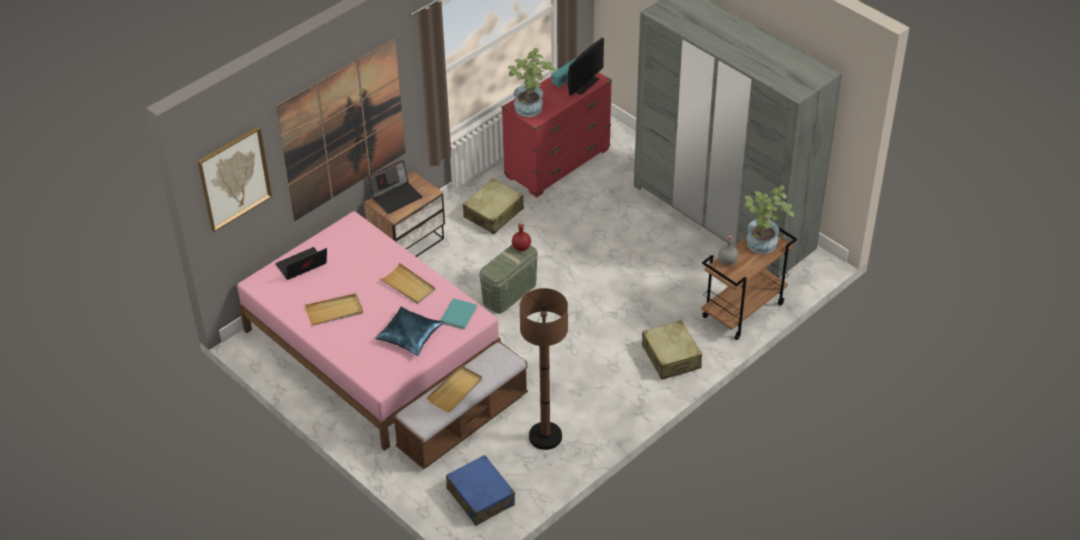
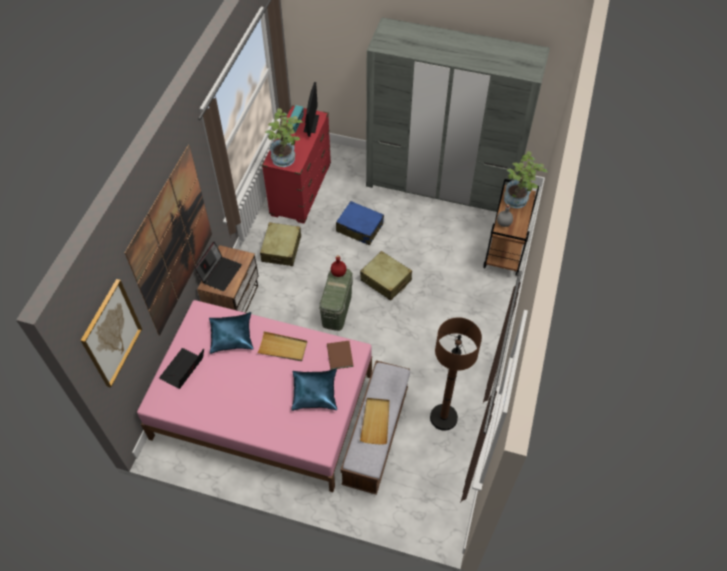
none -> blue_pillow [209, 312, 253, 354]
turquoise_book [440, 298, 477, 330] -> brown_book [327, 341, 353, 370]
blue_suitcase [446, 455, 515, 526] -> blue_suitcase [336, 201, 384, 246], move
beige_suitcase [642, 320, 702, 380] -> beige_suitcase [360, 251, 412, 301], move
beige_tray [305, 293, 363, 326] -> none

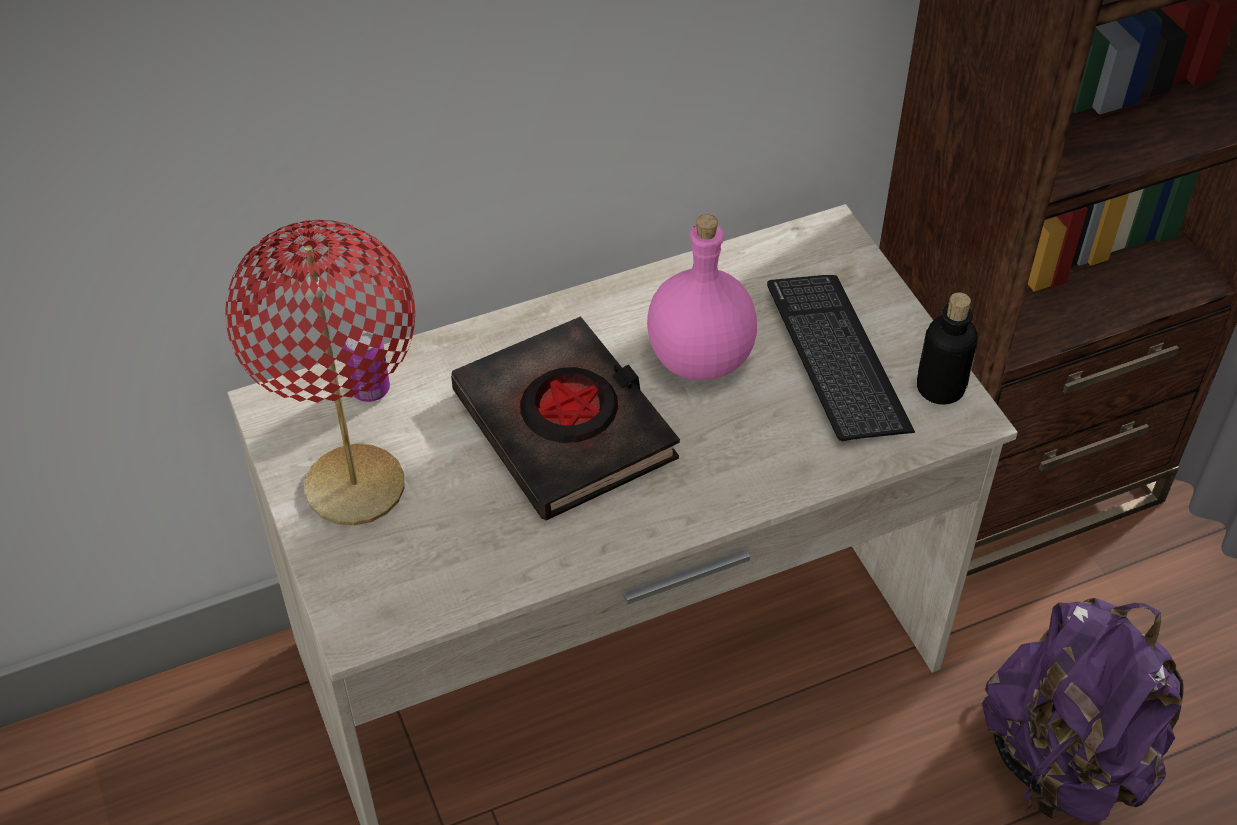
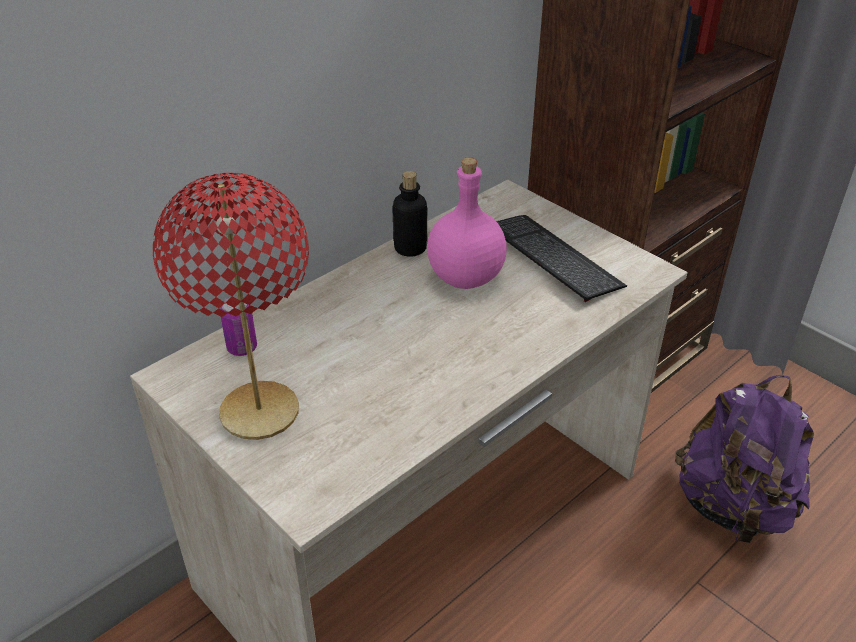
bottle [917, 292, 978, 405] -> bottle [392, 171, 428, 257], move
black_book [451, 316, 680, 521] -> none

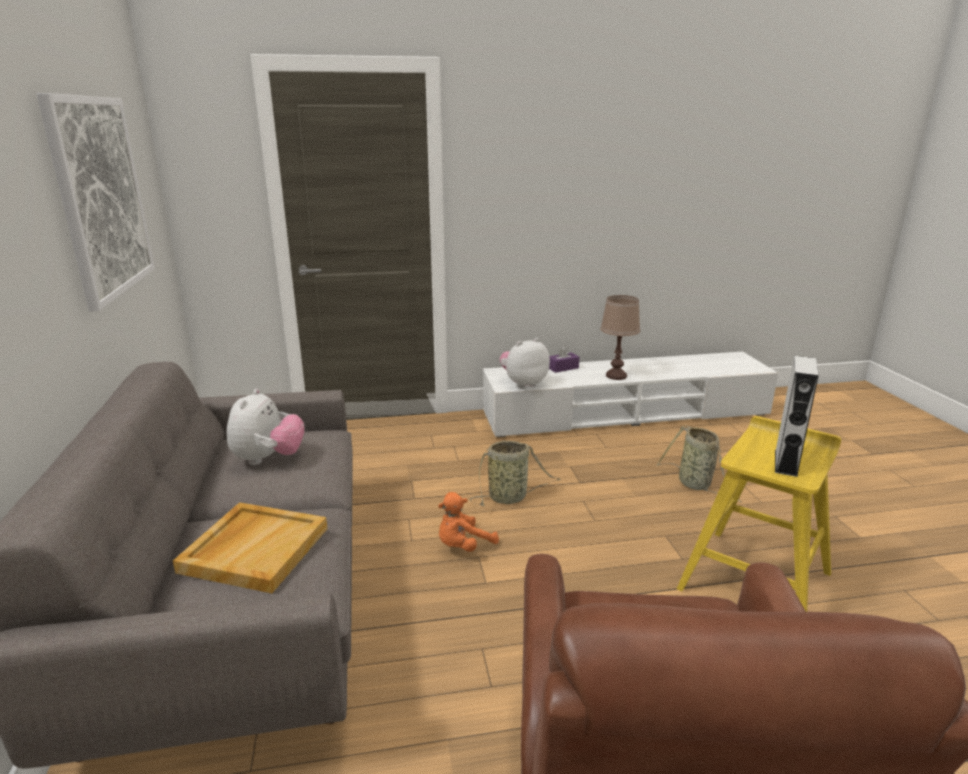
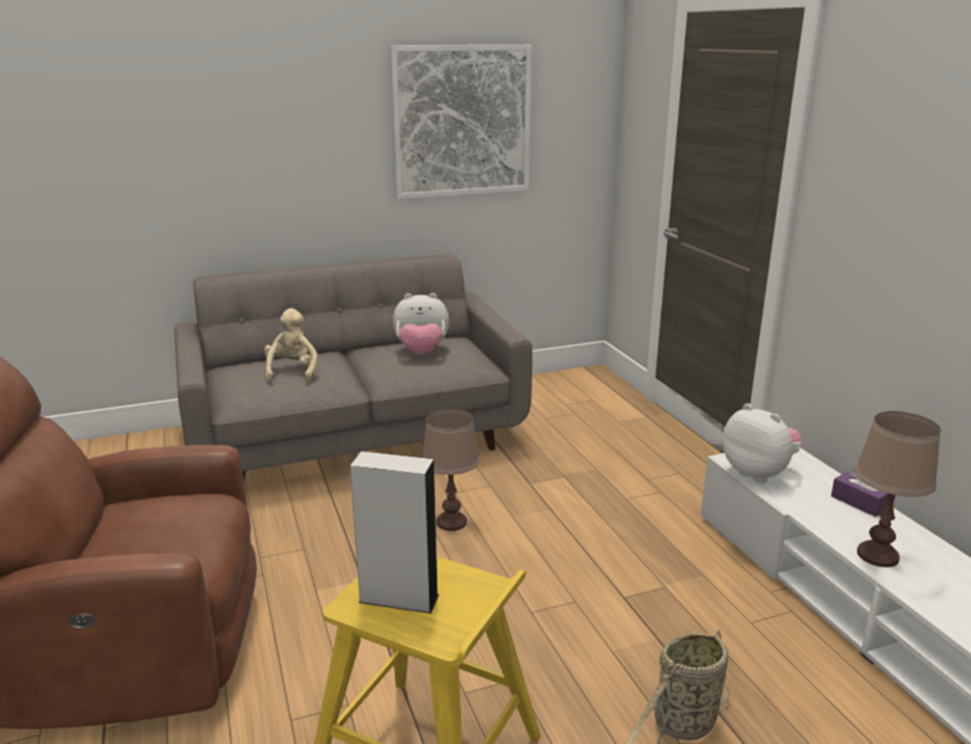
beige_tray [173, 502, 327, 593] -> beige_plush_toy [264, 308, 317, 383]
orange_plush_toy [438, 492, 499, 552] -> brown_table_lamp [422, 409, 479, 531]
basket [470, 441, 561, 506] -> none

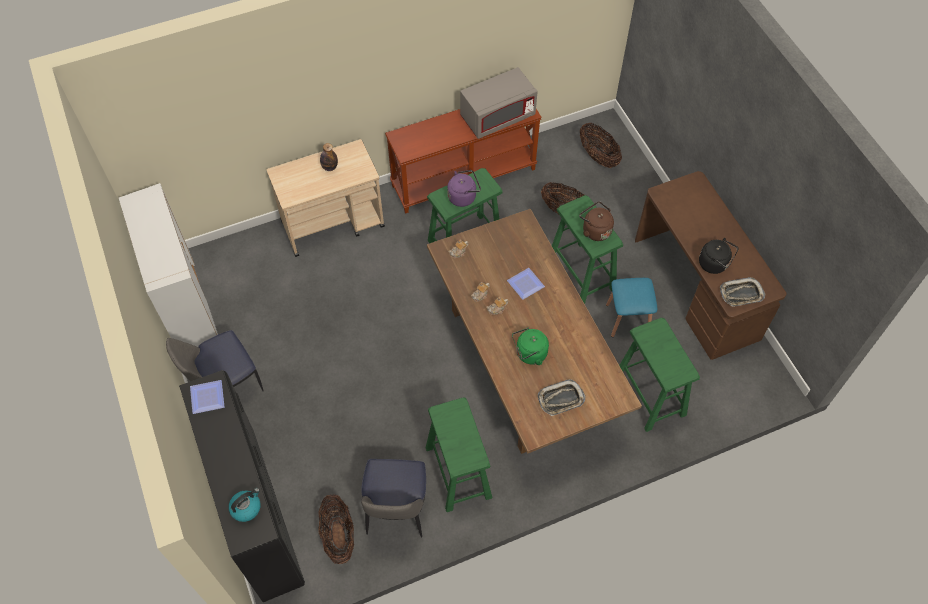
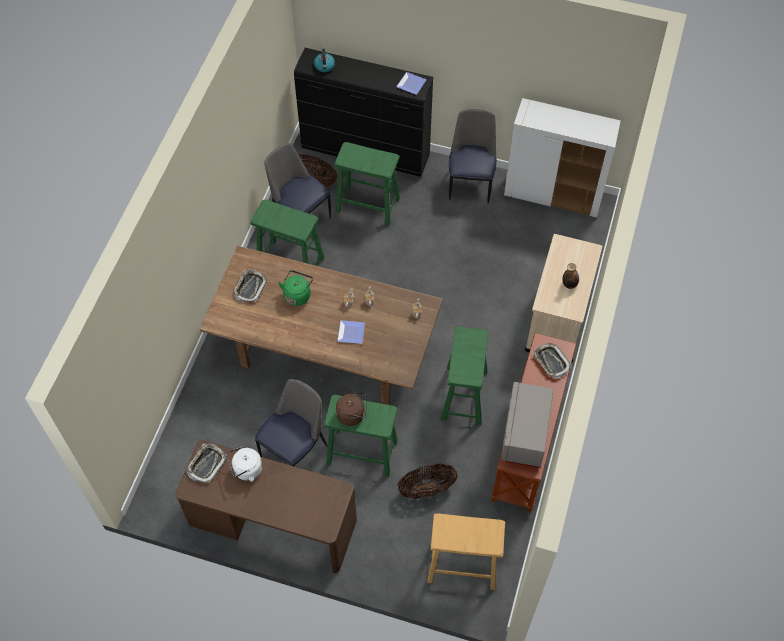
black_kettle [699, 238, 738, 274] -> white_kettle [227, 447, 263, 482]
blue_stool [606, 278, 657, 337] -> chair [255, 379, 327, 467]
green_stool [619, 318, 700, 432] -> green_stool [334, 142, 400, 226], move
basket [580, 123, 622, 168] -> beige_stool [427, 513, 505, 590]
none -> tray [532, 343, 571, 378]
purple_kettle [447, 170, 481, 207] -> none

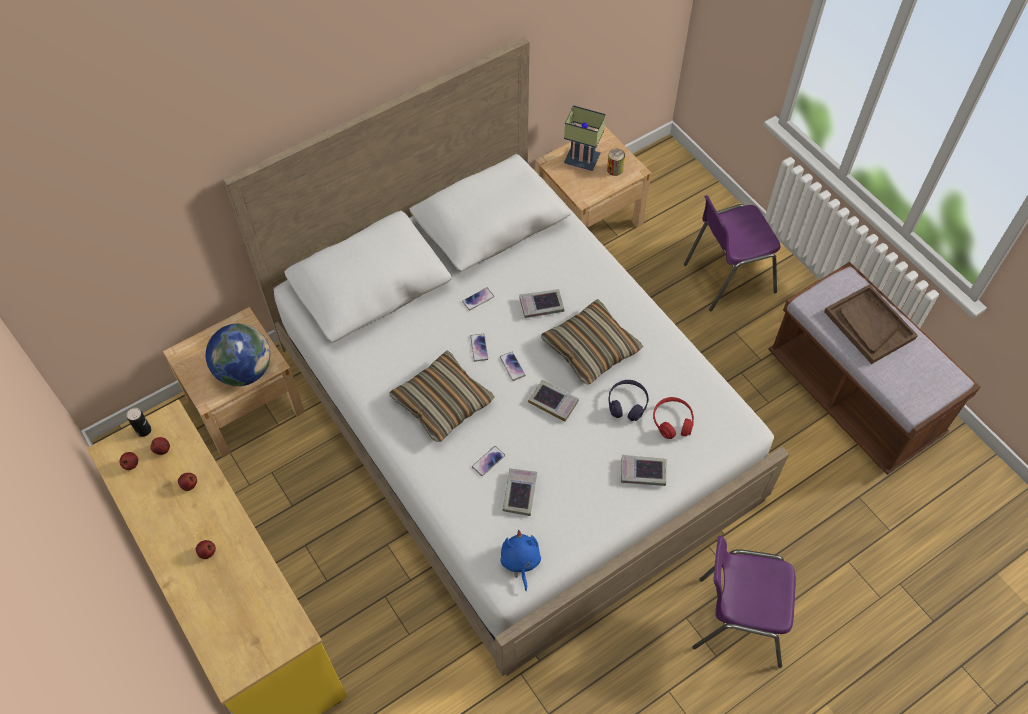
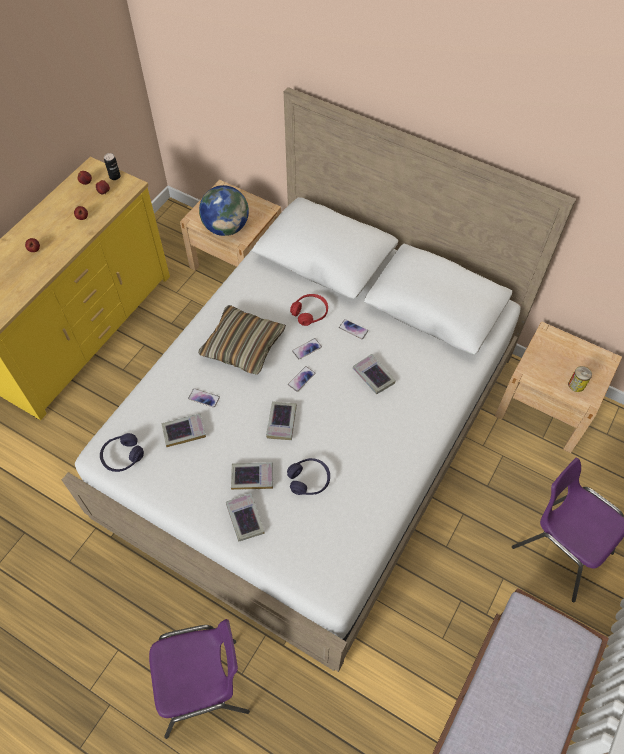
blue_plush_toy [500, 530, 541, 591] -> purple_headphones [100, 433, 144, 472]
purple_chair [692, 536, 796, 668] -> purple_chair [149, 619, 250, 739], 90 degrees clockwise
none -> book [231, 462, 273, 490]
red_headphones [653, 397, 694, 439] -> red_headphones [290, 294, 328, 326], move
pillow [541, 299, 643, 385] -> none
table_lamp [564, 105, 606, 171] -> none
brown_tray [824, 284, 918, 364] -> none

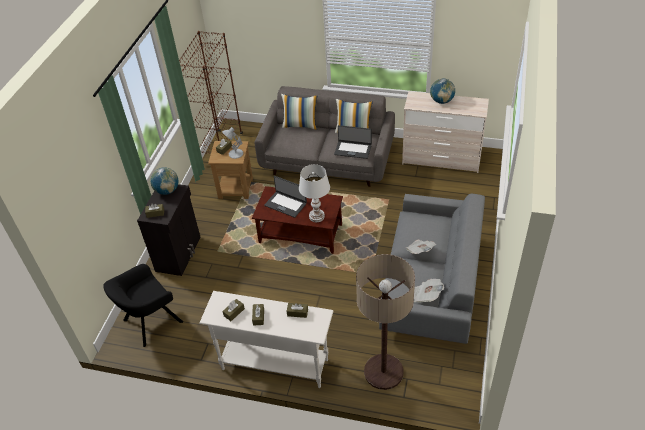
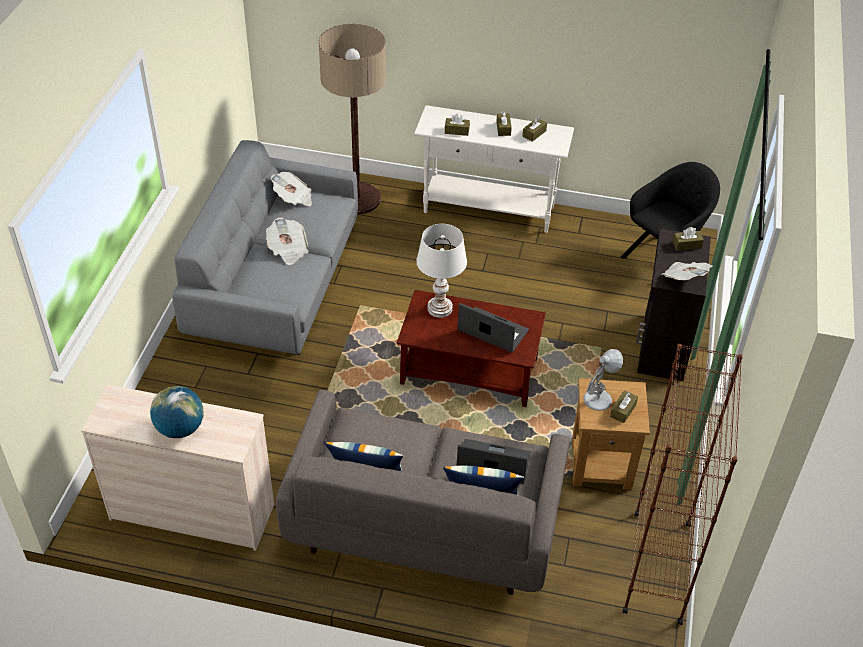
laptop [334, 125, 372, 159] -> laptop [457, 439, 531, 484], move
globe [150, 167, 179, 195] -> newspaper [662, 262, 713, 280]

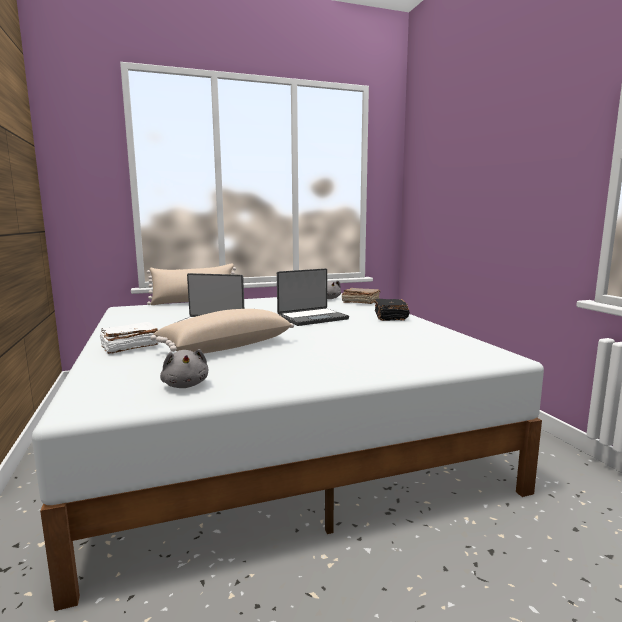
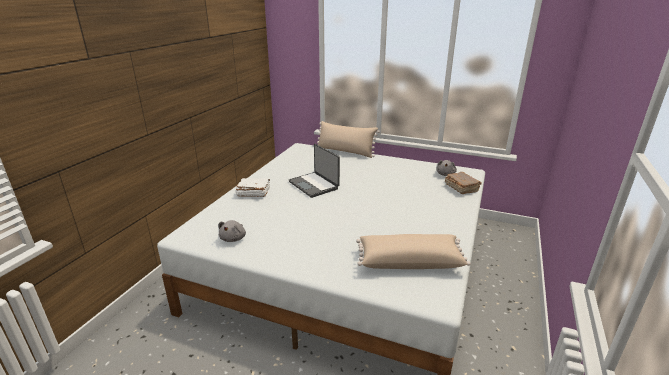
beige_pillow [150, 309, 294, 354] -> beige_pillow [356, 234, 471, 269], move
laptop [277, 268, 349, 326] -> none
black_book [374, 299, 410, 321] -> none

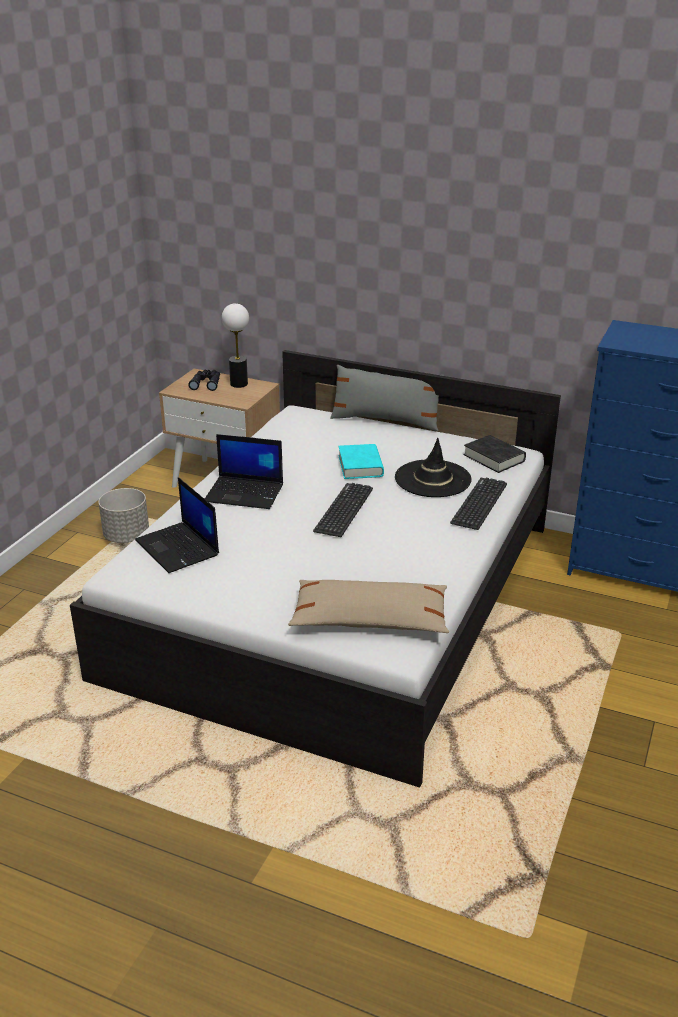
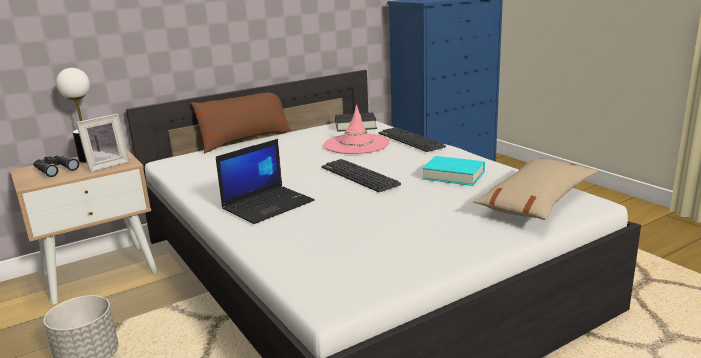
none -> picture_frame [76, 114, 130, 172]
grey_pillow [330, 365, 444, 431] -> brown_pillow [191, 92, 291, 153]
black_hat [395, 438, 472, 497] -> pink_hat [324, 105, 390, 154]
turquoise_book [338, 444, 384, 479] -> turquoise_book [422, 156, 485, 186], move
laptop [135, 477, 219, 573] -> none

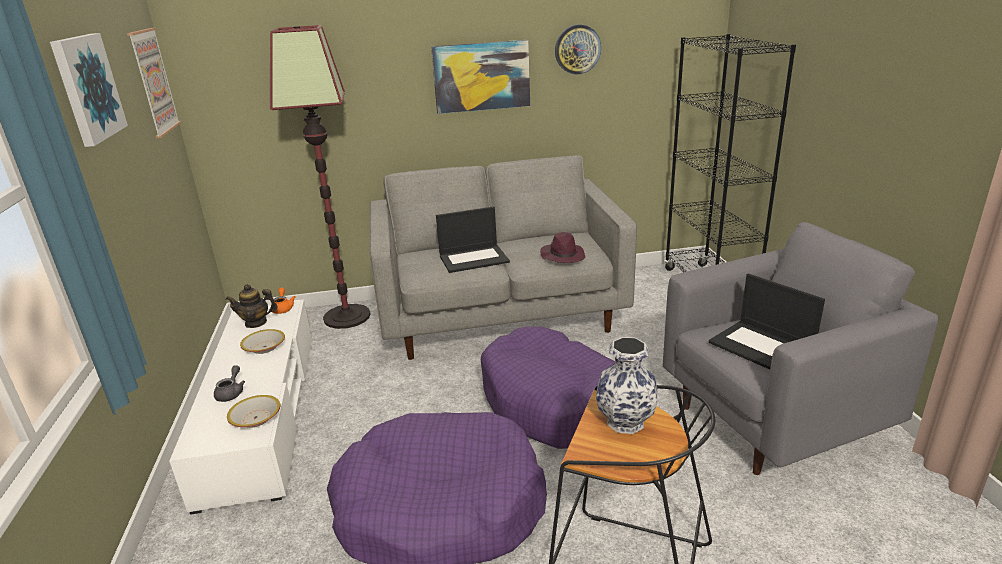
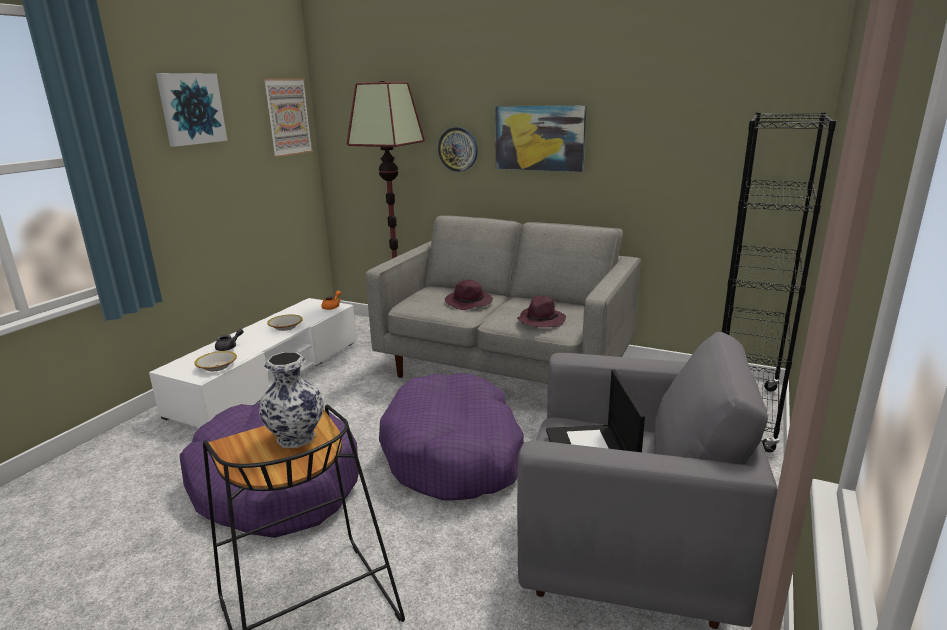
wall_clock [555, 24, 601, 75] -> wall_clock [438, 127, 478, 172], move
laptop [436, 206, 510, 273] -> purple_hat [445, 280, 493, 310]
teapot [226, 284, 278, 328] -> none

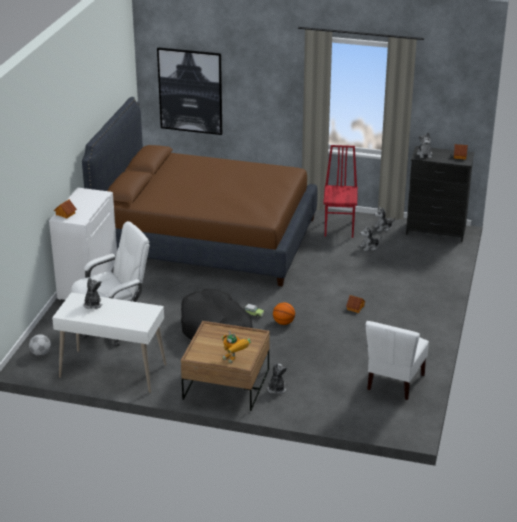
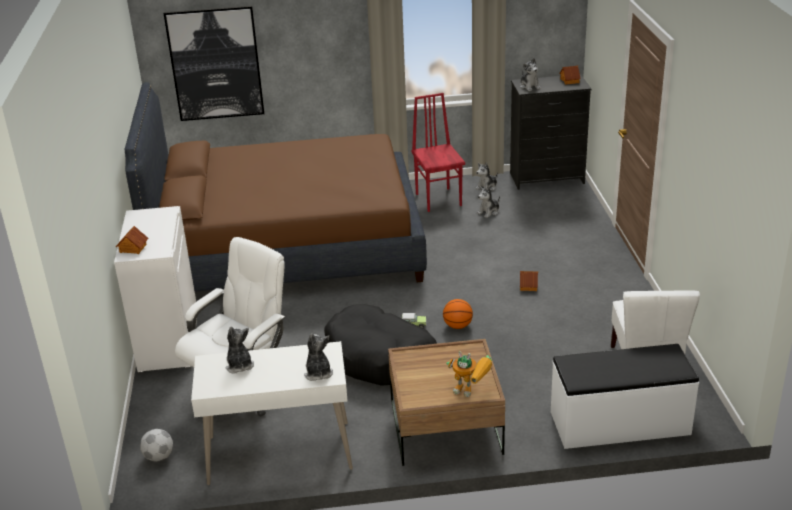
plush_toy [267, 363, 287, 394] -> plush_toy [304, 333, 333, 381], move
none -> white_bench [551, 344, 699, 449]

